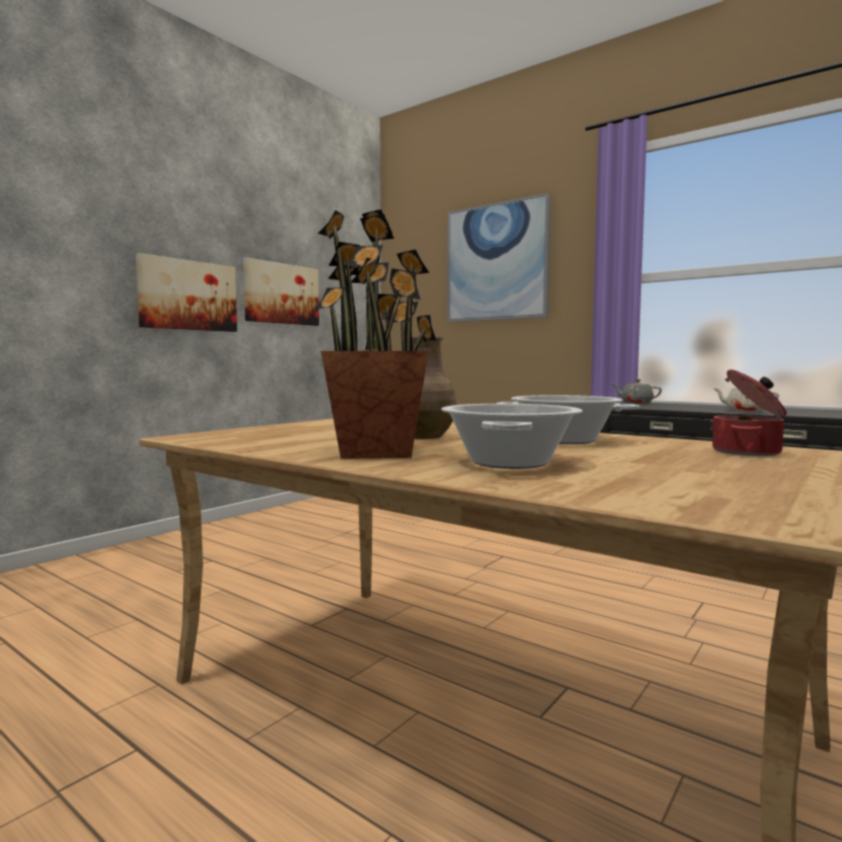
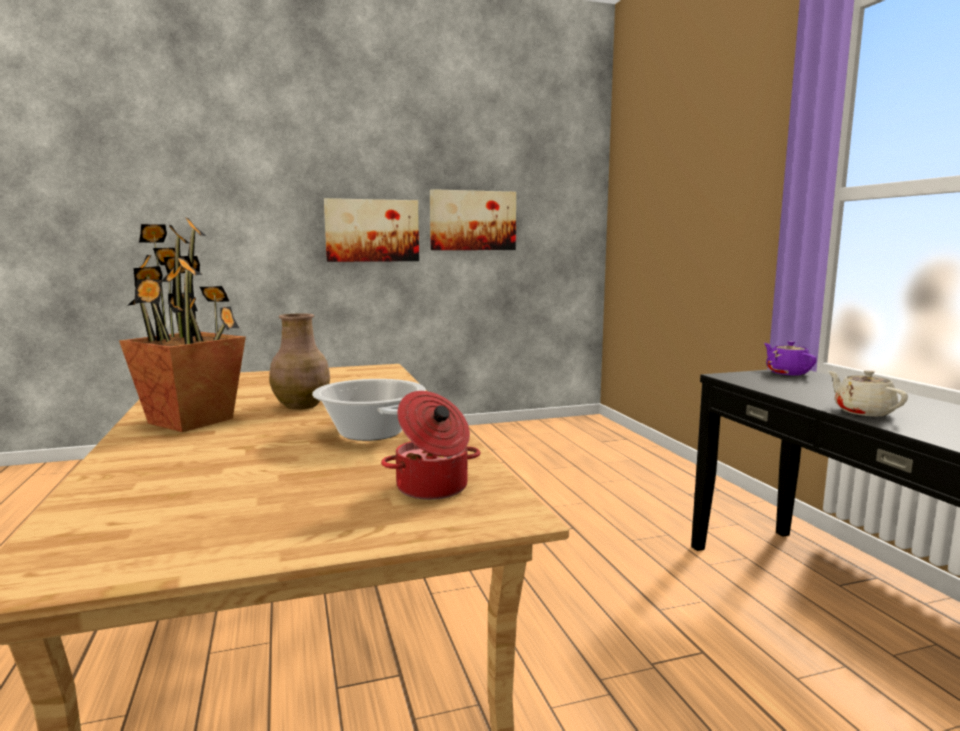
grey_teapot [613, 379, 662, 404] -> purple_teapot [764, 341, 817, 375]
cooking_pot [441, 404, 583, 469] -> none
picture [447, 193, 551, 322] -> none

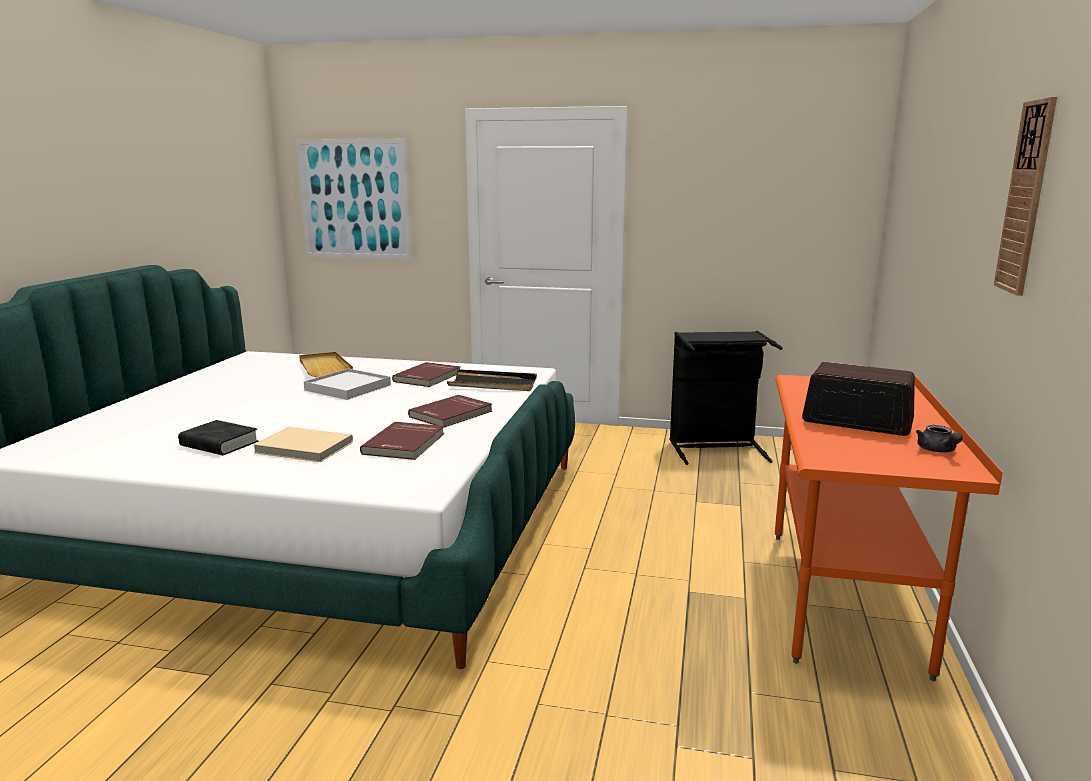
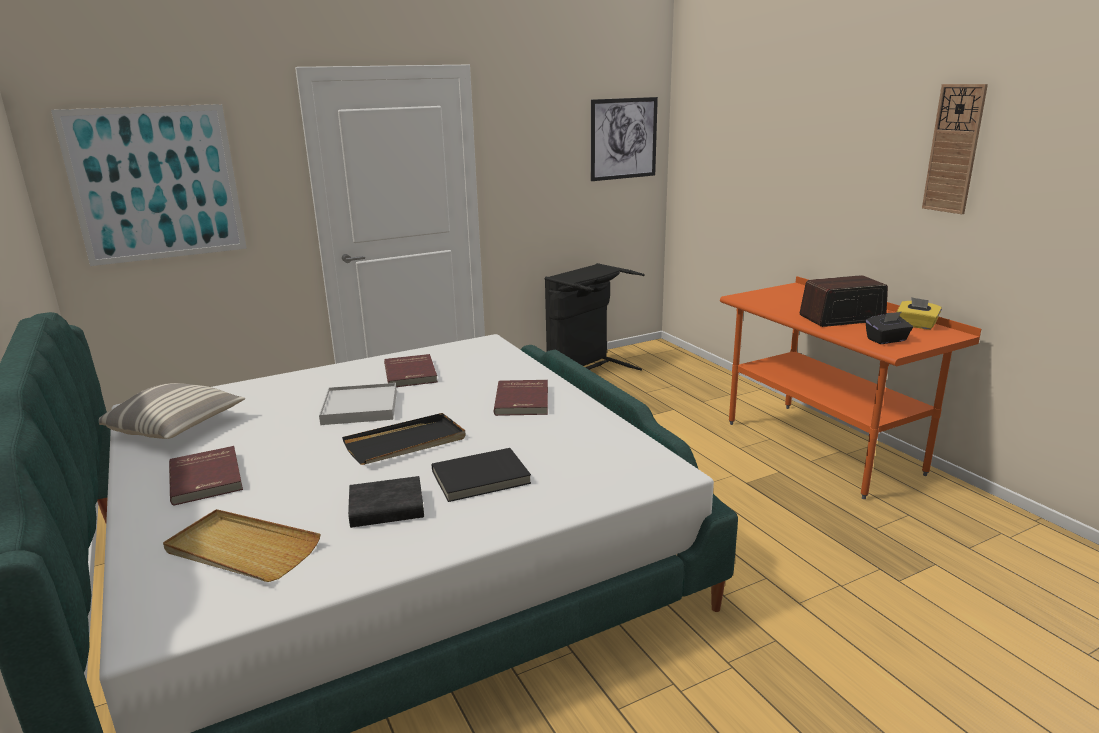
none -> pillow [99, 383, 245, 439]
beige_tray [299, 352, 353, 378] -> beige_tray [163, 509, 321, 582], move
red_book [360, 422, 444, 460] -> red_book [169, 446, 243, 506], move
black_tray [447, 369, 537, 391] -> black_tray [342, 413, 466, 465], move
beige_book [253, 427, 353, 462] -> black_book [432, 448, 531, 502]
none -> picture [591, 97, 658, 181]
none -> black_tissue_box [865, 312, 913, 344]
grey_teapot [916, 425, 963, 453] -> yellow_tissue_box [897, 297, 942, 330]

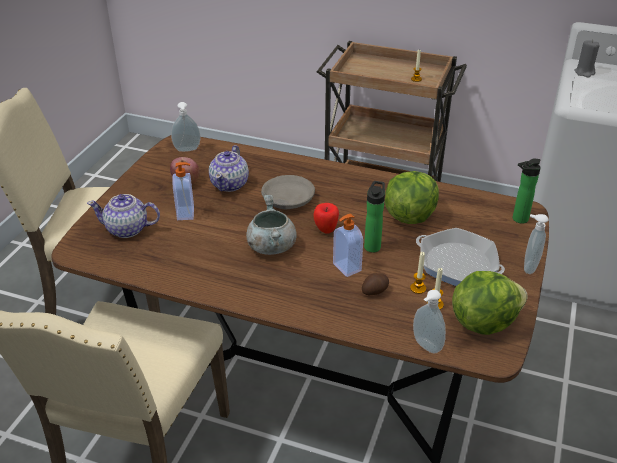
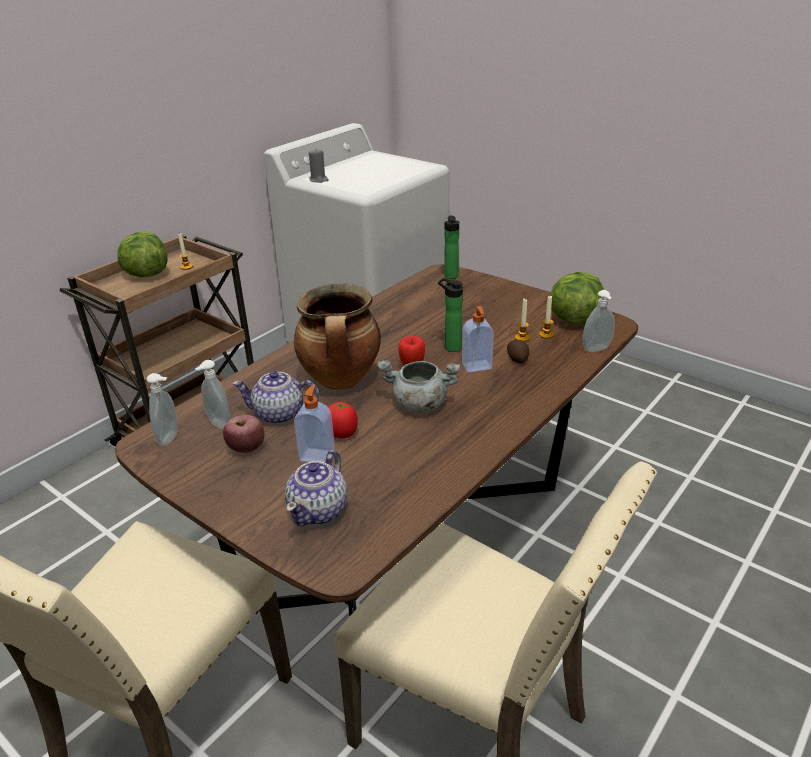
lettuce [385, 171, 439, 224] -> lettuce [117, 231, 168, 277], move
soap_dispenser [524, 214, 548, 274] -> soap_dispenser [195, 360, 230, 429], move
teapot [209, 145, 249, 192] -> teapot [232, 371, 319, 424], 150 degrees clockwise
grey_bowl [261, 175, 315, 209] -> cooking_pot [294, 283, 381, 390]
none -> tomato [328, 401, 358, 439]
frying_pan [416, 228, 505, 286] -> none

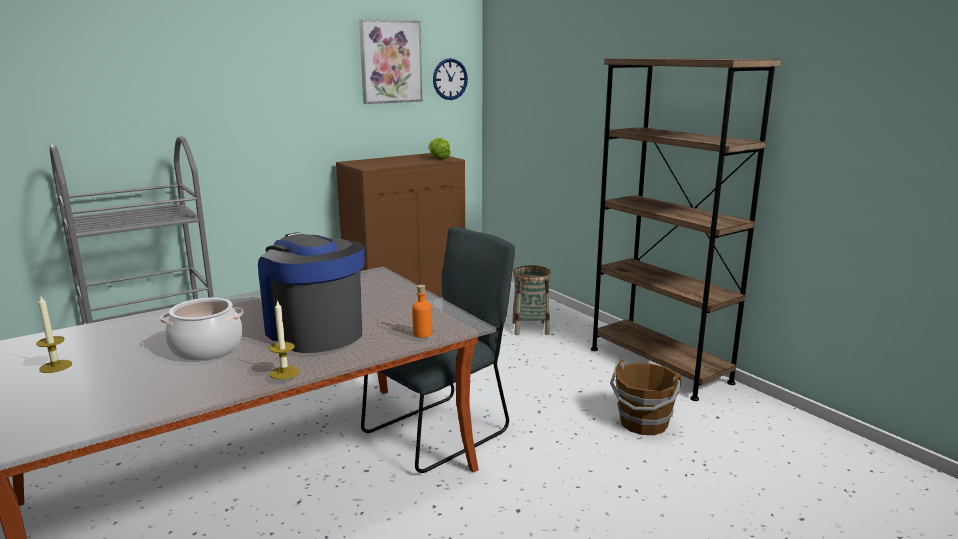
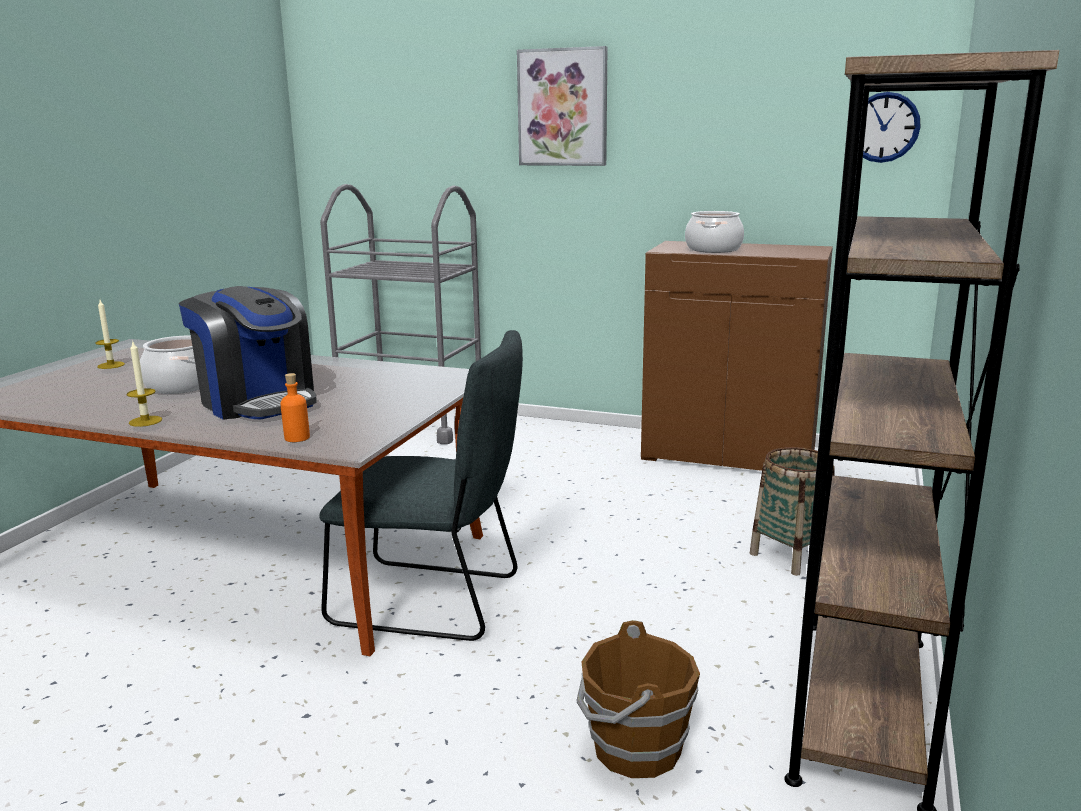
coffee_machine [258, 232, 365, 353] -> coffee_machine [179, 286, 317, 420], 120 degrees clockwise
picture [359, 19, 422, 104] -> picture [517, 46, 607, 166], move
none -> cooking_pot [685, 211, 744, 253]
lettuce [428, 138, 450, 160] -> none

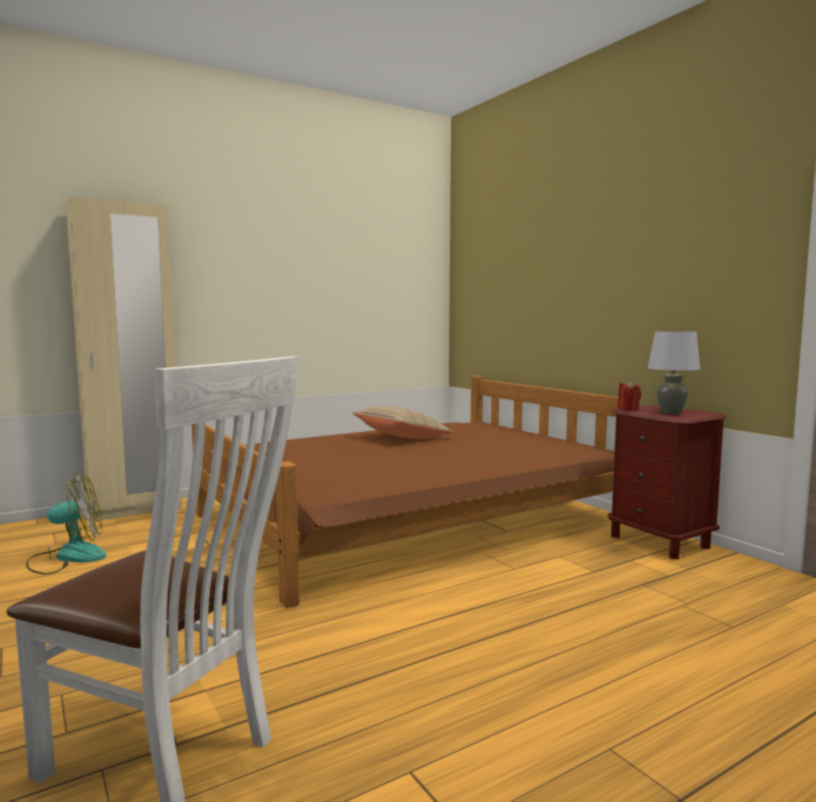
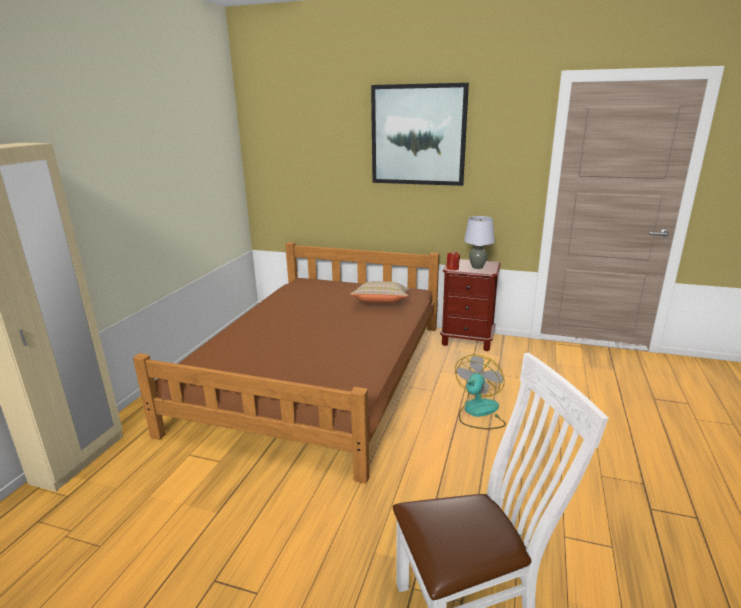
beige_pillow [352, 406, 453, 439] -> beige_pillow [350, 281, 410, 303], move
none -> picture [371, 83, 469, 186]
fan [26, 473, 106, 574] -> fan [455, 354, 506, 429], move

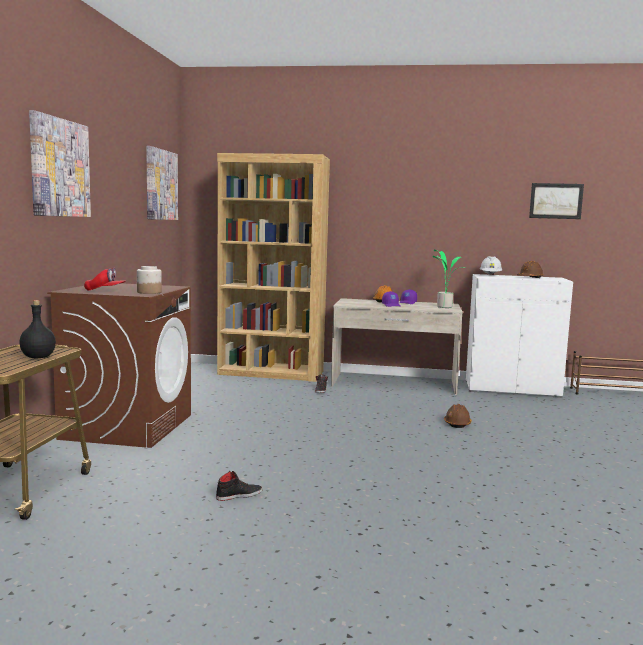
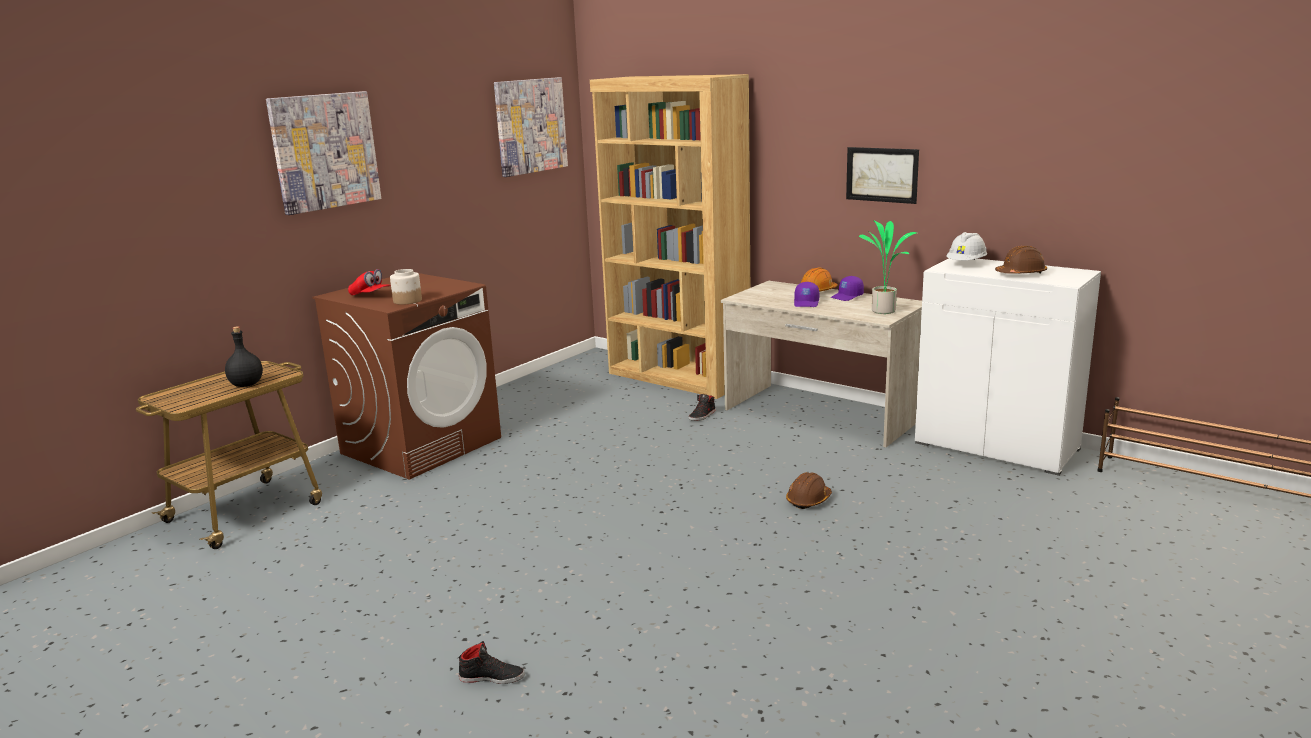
black_shoe [216, 471, 262, 501] -> black_shoe [459, 641, 525, 684], move
picture [529, 183, 584, 219] -> picture [846, 147, 919, 204], move

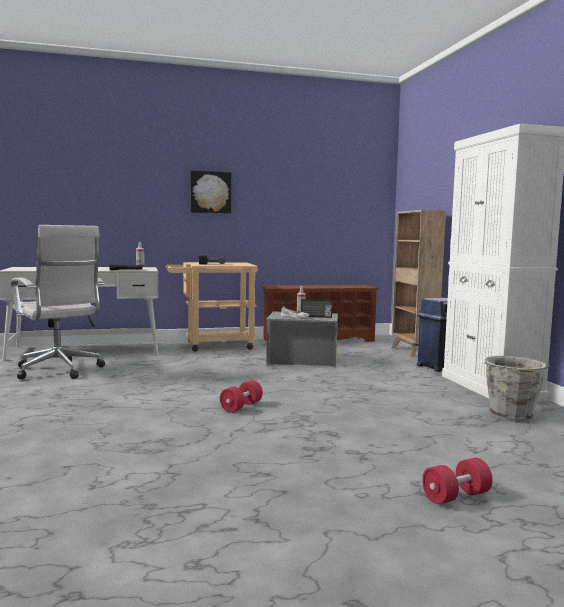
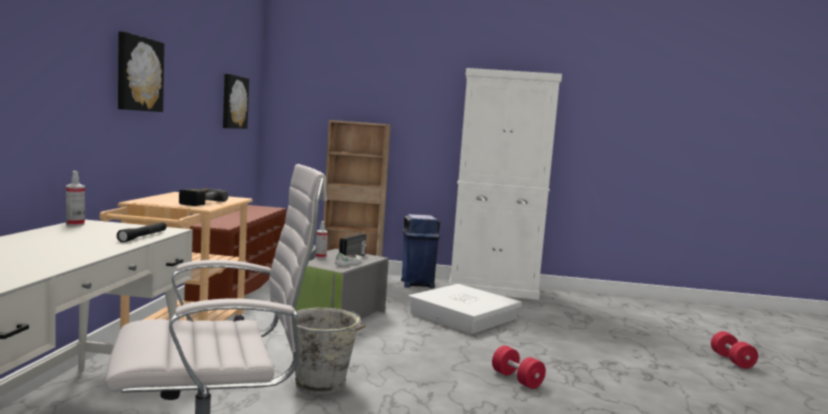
none -> picture [223, 74, 249, 129]
grey_bucket [484, 356, 550, 422] -> grey_bucket [292, 308, 365, 395], move
none -> white_storage_box [408, 284, 522, 334]

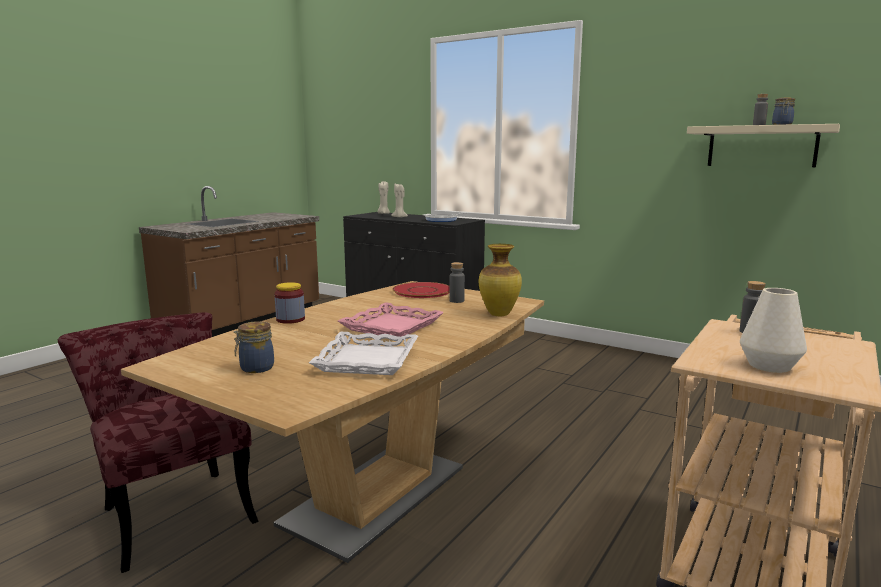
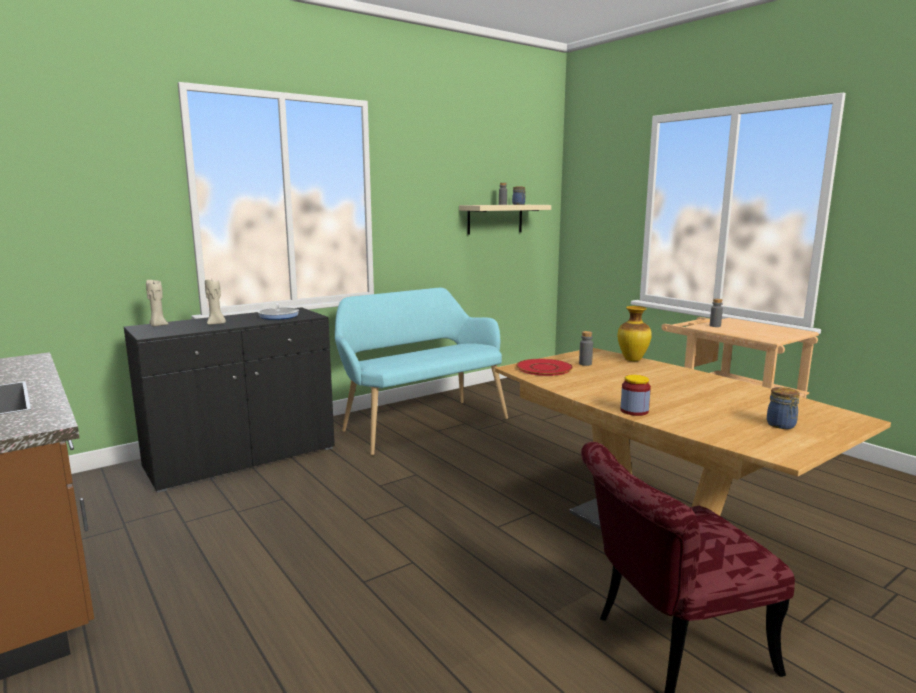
none -> turquoise_bench [335, 288, 508, 456]
white_tray [309, 332, 418, 375] -> none
pink_tray [338, 302, 444, 337] -> none
white_vase [740, 288, 807, 373] -> none

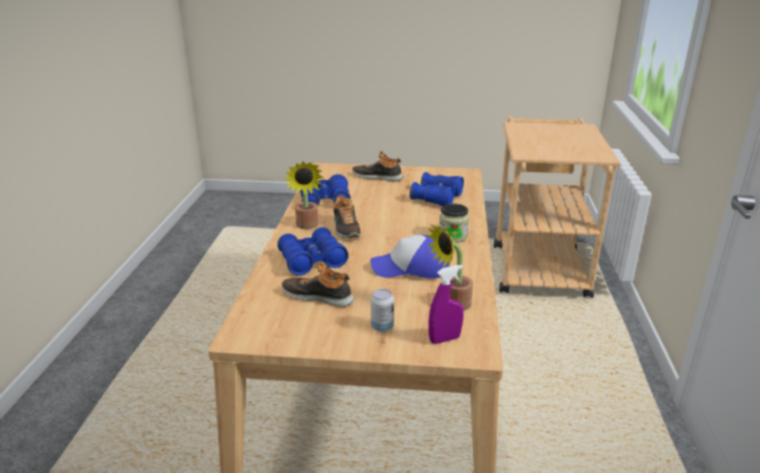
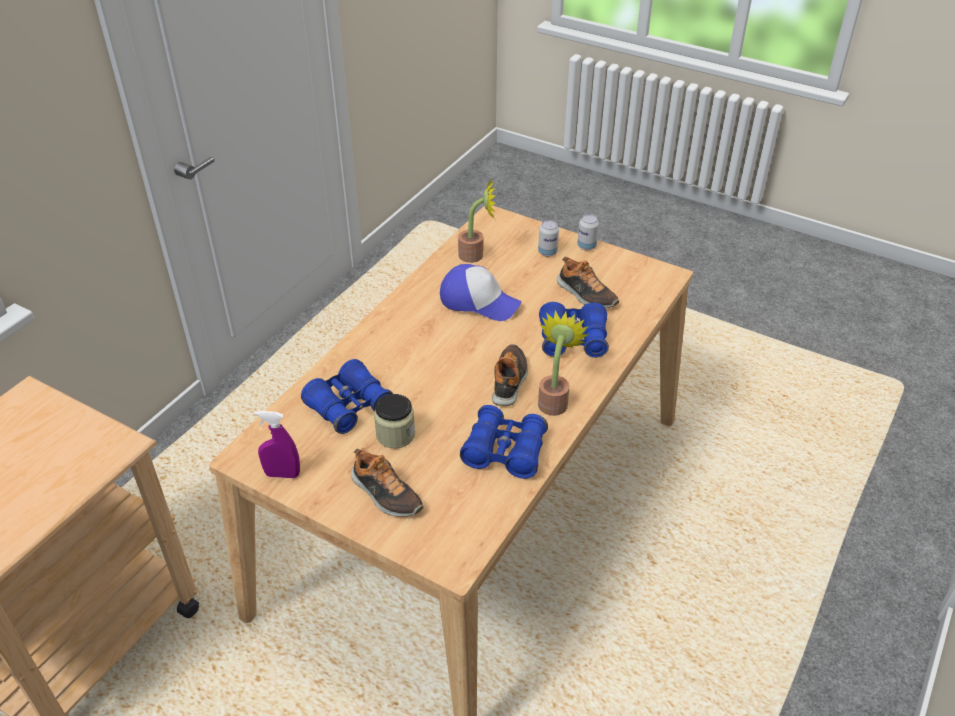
purple_spray_bottle [429, 265, 464, 344] -> purple_spray_bottle [254, 411, 300, 478], move
jar [439, 204, 469, 243] -> jar [374, 394, 415, 448], move
none -> can [577, 214, 599, 250]

